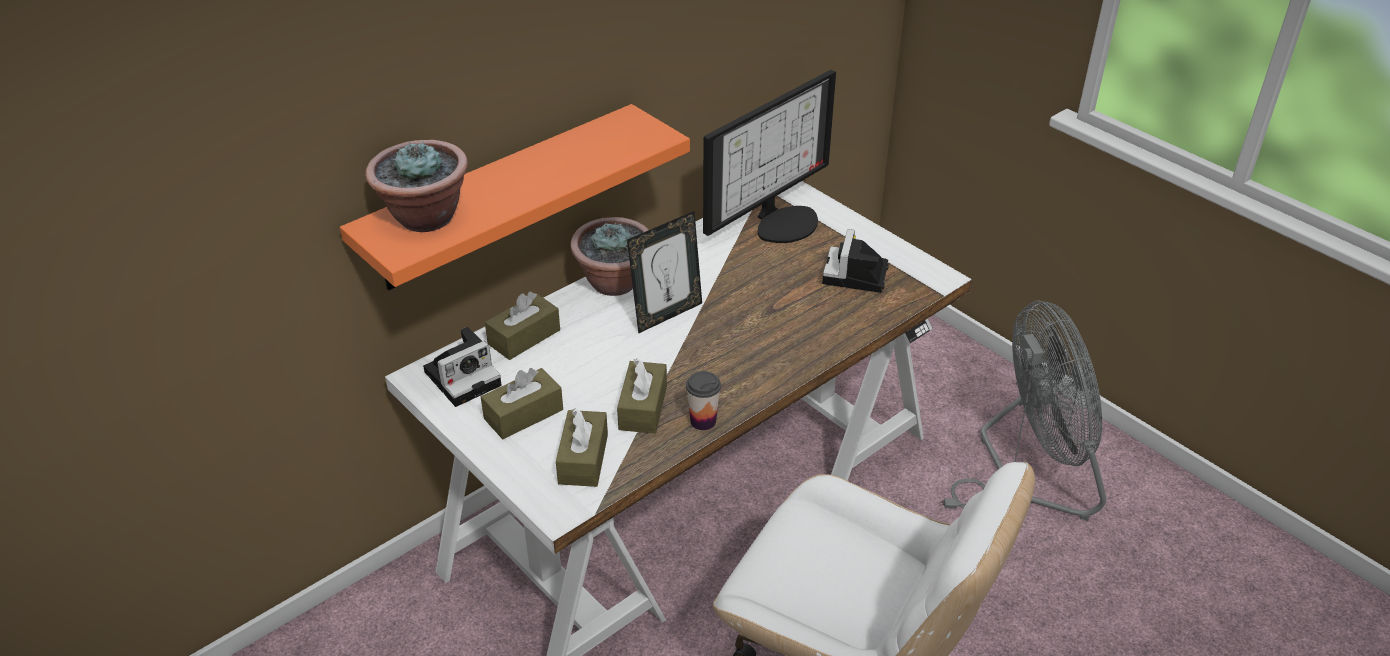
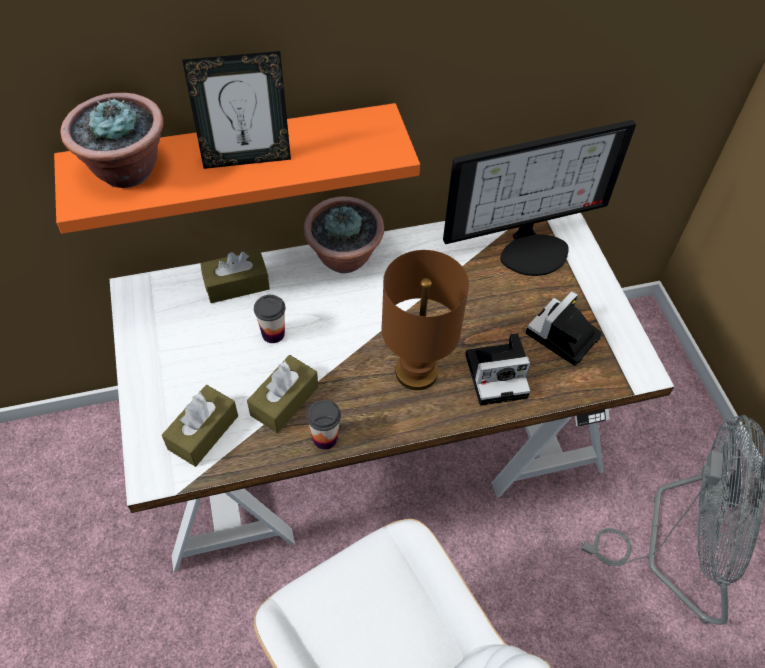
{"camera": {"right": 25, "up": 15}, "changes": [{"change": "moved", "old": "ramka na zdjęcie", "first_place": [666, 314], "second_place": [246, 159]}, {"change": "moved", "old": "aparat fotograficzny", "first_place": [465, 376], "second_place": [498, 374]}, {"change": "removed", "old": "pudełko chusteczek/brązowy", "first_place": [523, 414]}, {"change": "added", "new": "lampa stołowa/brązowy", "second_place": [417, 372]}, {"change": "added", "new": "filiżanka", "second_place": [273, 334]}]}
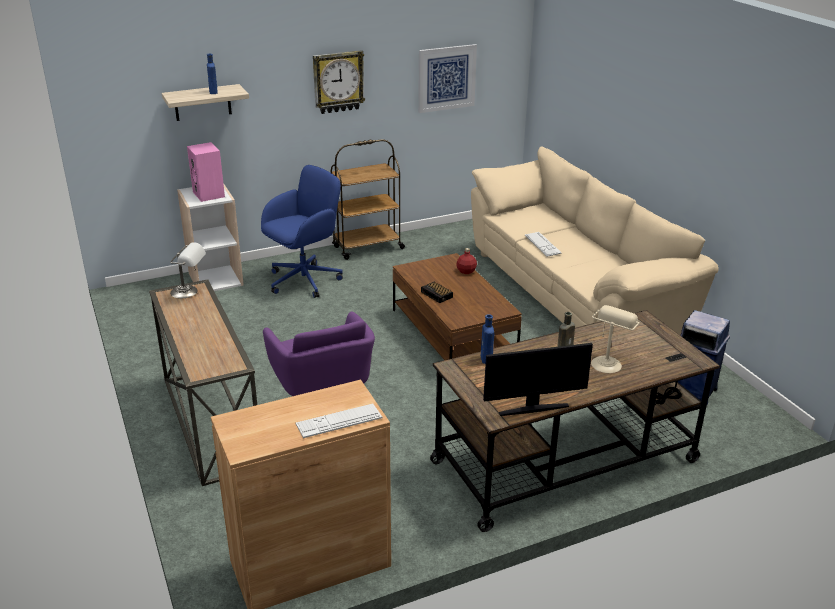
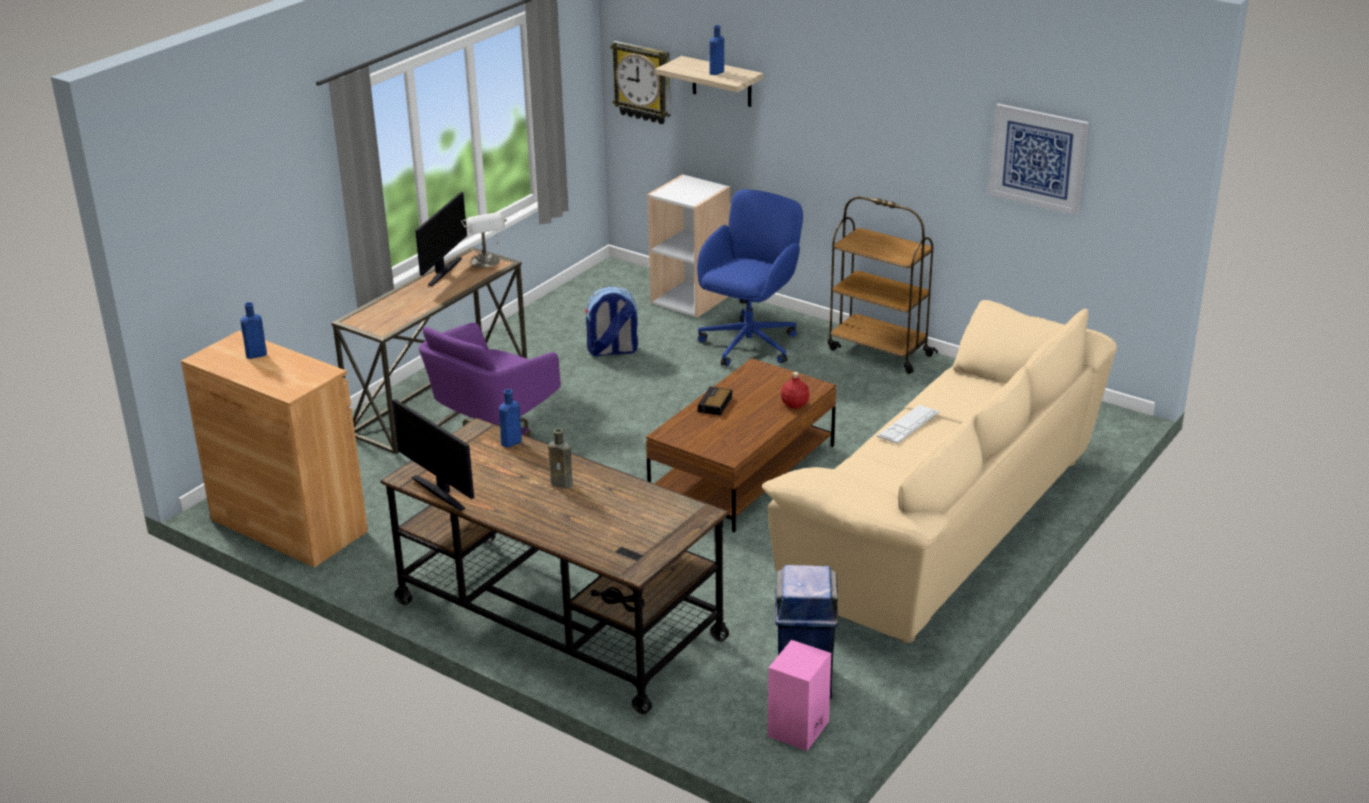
{"camera": {"right": 60, "up": 0}, "changes": [{"change": "moved", "old": "zegar ścienny", "first_place": [338, 82], "second_place": [643, 82]}, {"change": "moved", "old": "głośnik/różowy", "first_place": [209, 194], "second_place": [798, 730]}, {"change": "turned", "old": "krzesło biurowe/niebieski", "first_place": [304, 281], "second_place": [749, 345], "degrees": -75}, {"change": "removed", "old": "lampa stołowa/beżowy", "first_place": [608, 361]}, {"change": "removed", "old": "klawiatura", "first_place": [339, 421]}, {"change": "added", "new": "monitor", "second_place": [443, 271]}, {"change": "added", "new": "plecak", "second_place": [612, 351]}, {"change": "added", "new": "butelka/niebieski", "second_place": [255, 355]}]}
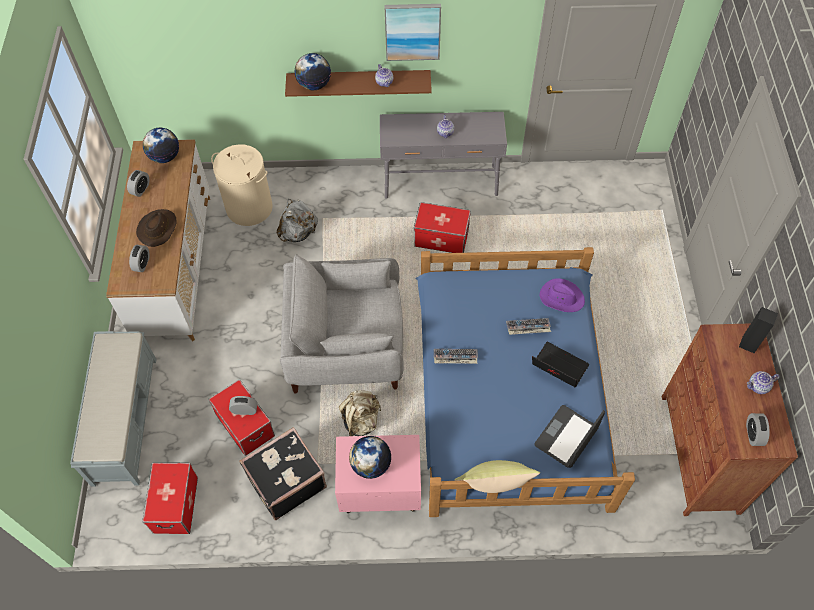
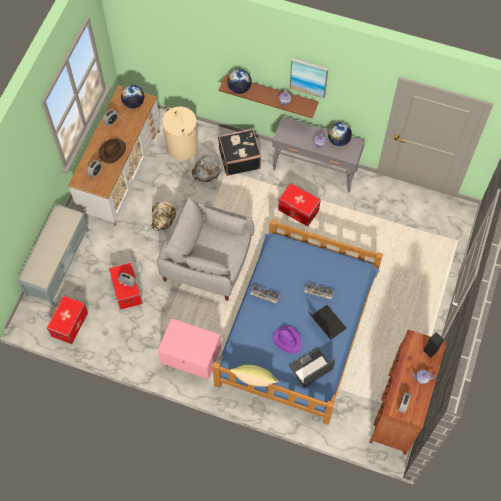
{"camera": {"right": 20, "up": 5}, "changes": [{"change": "moved", "old": "kapelusz/fioletowy", "first_place": [561, 297], "second_place": [287, 340]}, {"change": "moved", "old": "plecak/beżowy", "first_place": [361, 421], "second_place": [163, 221]}, {"change": "moved", "old": "walizka/czarny", "first_place": [285, 481], "second_place": [239, 158]}, {"change": "moved", "old": "globus", "first_place": [370, 464], "second_place": [338, 140]}]}
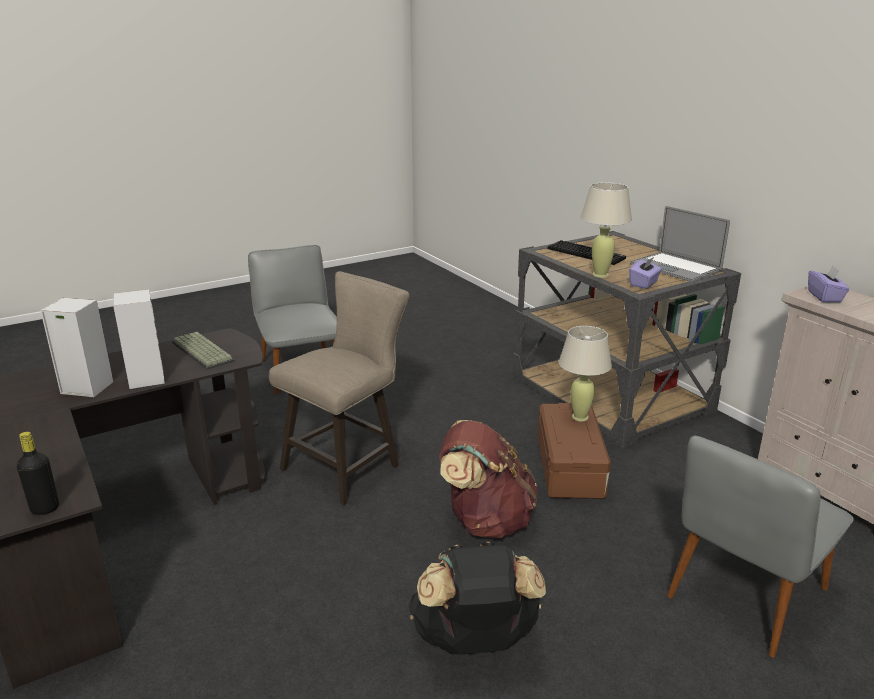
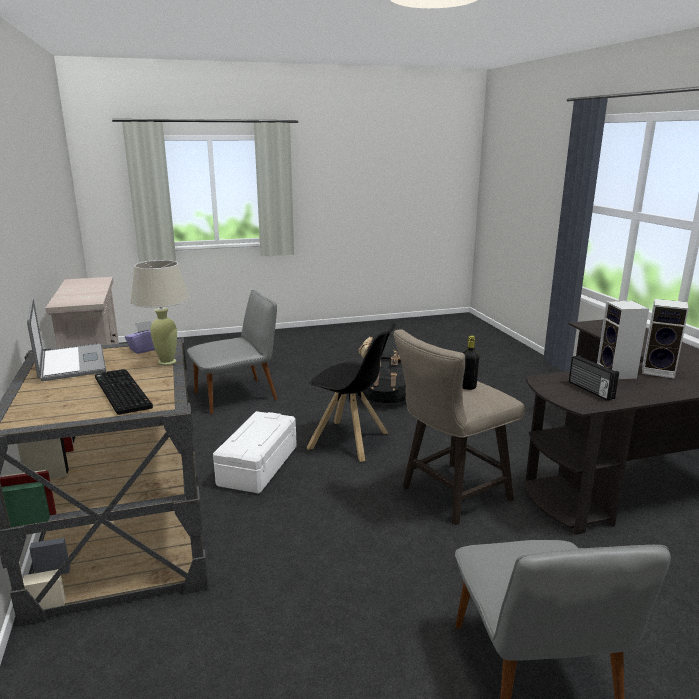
{"camera": {"right": -165, "up": -5}, "changes": [{"change": "removed", "old": "pudełko chusteczek/fioletowy", "first_place": [825, 297]}, {"change": "removed", "old": "lampa stołowa/beżowy", "first_place": [580, 417]}, {"change": "replaced", "old": "klawiatura", "new": "radio", "first_place": [200, 351], "second_place": [590, 390]}, {"change": "recoloured", "old": "pojemnik do przechowywania/brązowy", "new": "pojemnik do przechowywania/biały", "first_place": [570, 467], "second_place": [257, 465]}, {"change": "replaced", "old": "plecak/brązowy", "new": "krzesło/czarny", "first_place": [485, 520], "second_place": [350, 441]}, {"change": "moved", "old": "butelka/czarny", "first_place": [45, 508], "second_place": [468, 387]}]}
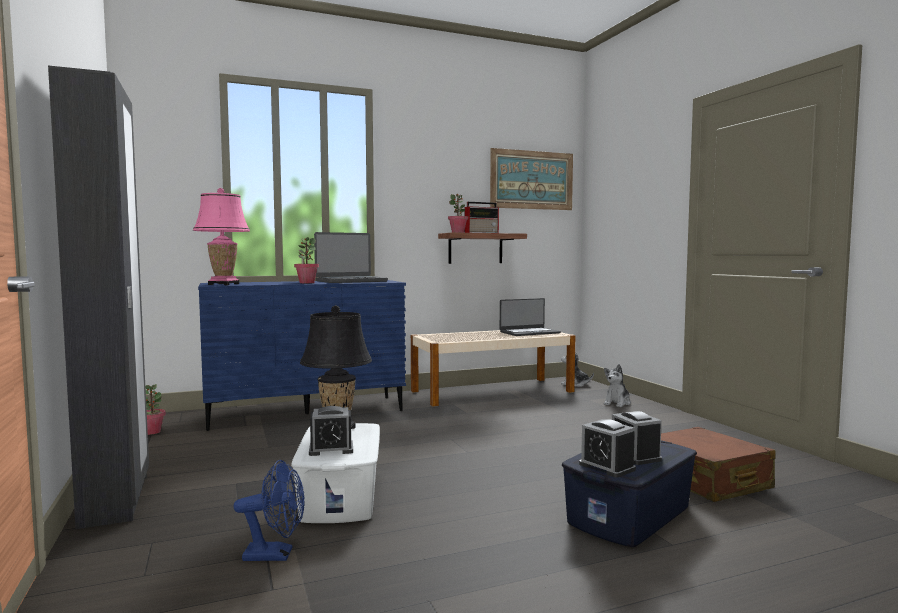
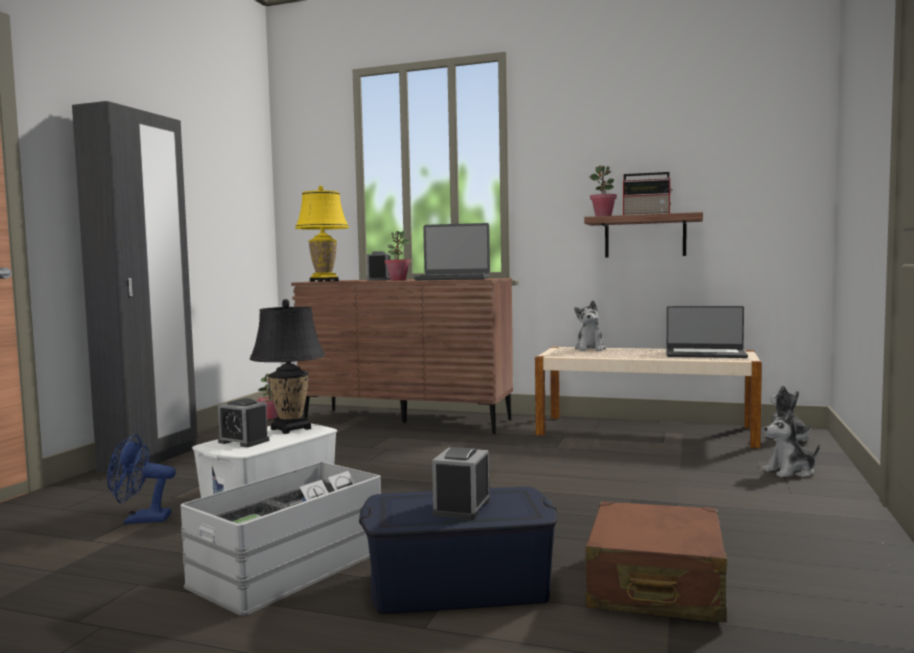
{"camera": {"right": 40, "up": 0}, "changes": [{"change": "removed", "old": "obraz", "first_place": [531, 180]}, {"change": "recoloured", "old": "lampa stołowa/różowy", "new": "lampa stołowa/żółty", "first_place": [224, 284], "second_place": [324, 281]}, {"change": "recoloured", "old": "komoda/niebieski", "new": "komoda/brązowy", "first_place": [306, 413], "second_place": [406, 422]}, {"change": "moved", "old": "budzik", "first_place": [607, 467], "second_place": [379, 280]}, {"change": "turned", "old": "wentylator/niebieski", "first_place": [276, 554], "second_place": [140, 520], "degrees": 135}, {"change": "added", "new": "pluszak", "second_place": [590, 349]}, {"change": "added", "new": "pojemnik do przechowywania/szary", "second_place": [288, 566]}]}
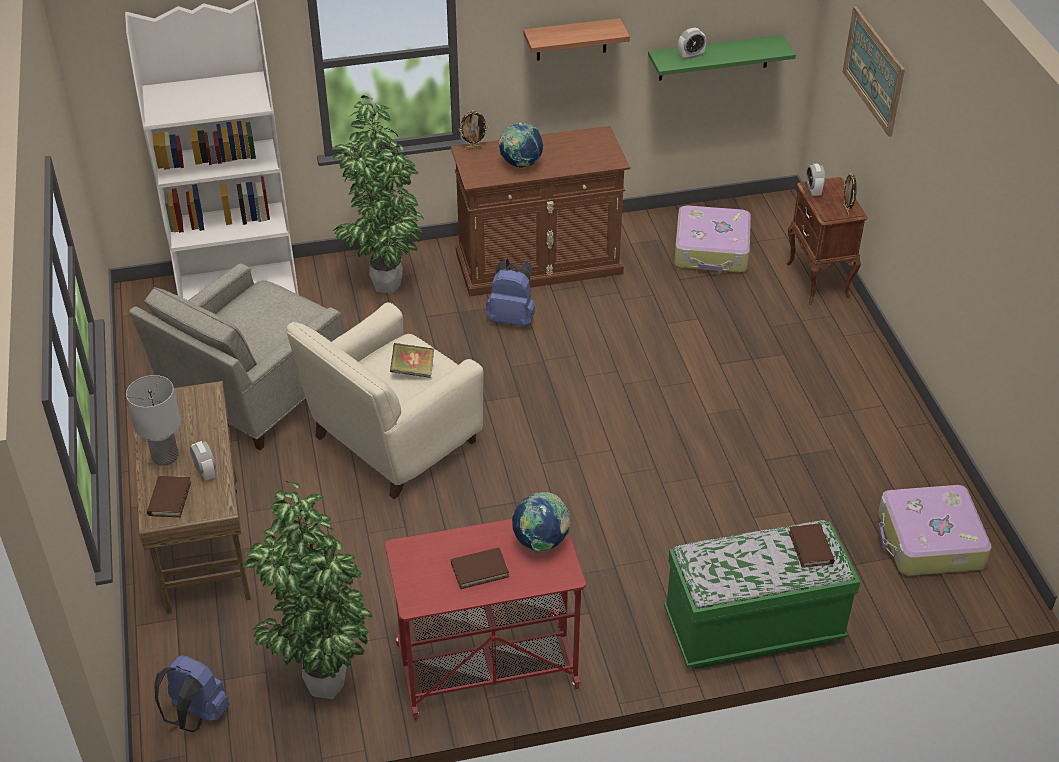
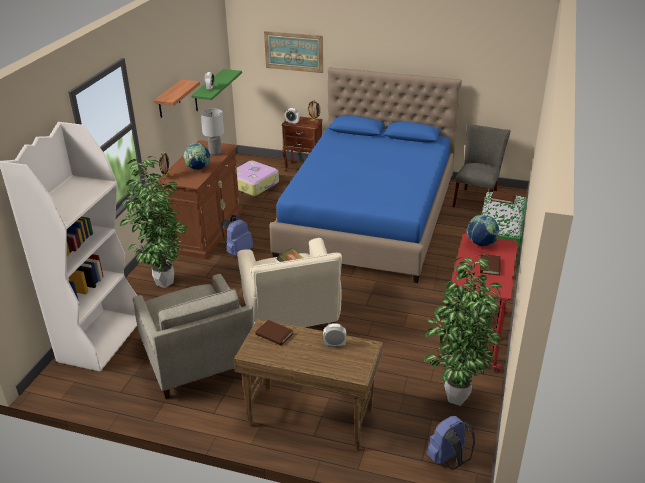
{"camera": {"right": -60, "up": -10}, "changes": [{"change": "moved", "old": "lampa stołowa/szary", "first_place": [165, 458], "second_place": [215, 153]}, {"change": "moved", "old": "książka/brązowy", "first_place": [169, 499], "second_place": [274, 334]}, {"change": "replaced", "old": "walizka", "new": "krzesło/szary", "first_place": [929, 541], "second_place": [476, 199]}, {"change": "added", "new": "łóżko/niebieski", "second_place": [369, 217]}]}
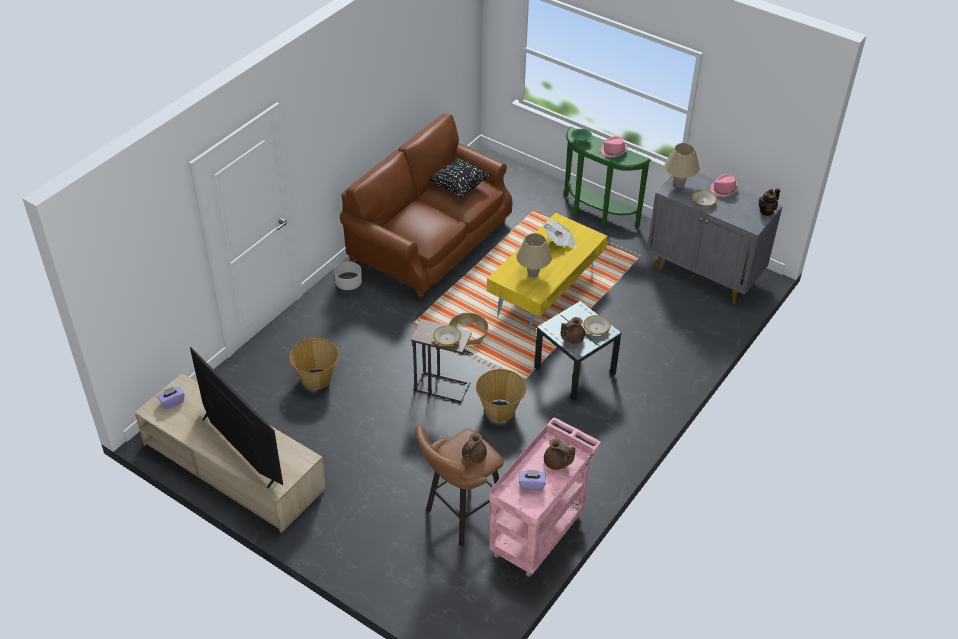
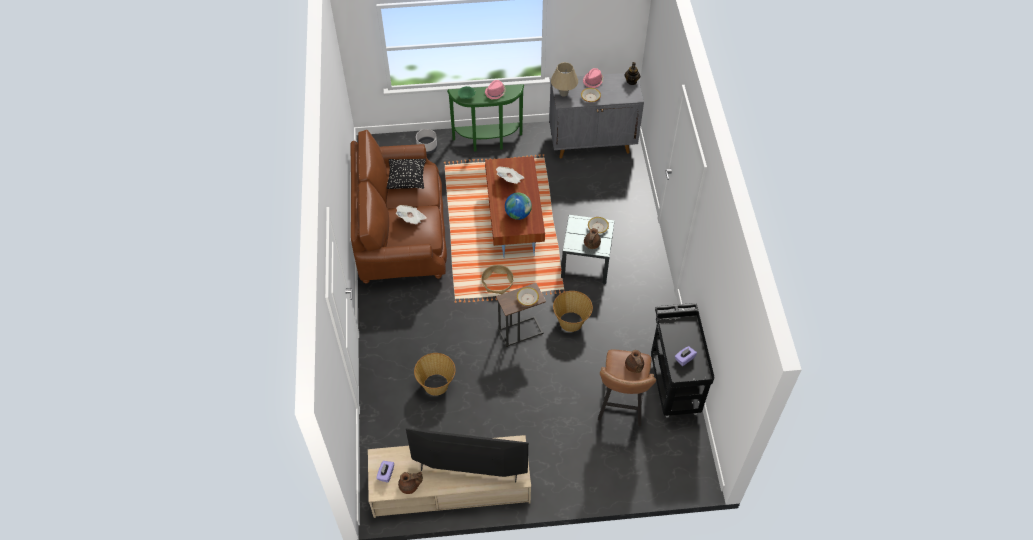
{"camera": {"right": -40, "up": 10}, "changes": [{"change": "recoloured", "old": "ława/żółty", "new": "ława/brązowy", "first_place": [545, 292], "second_place": [513, 220]}, {"change": "replaced", "old": "lampa stołowa/beżowy", "new": "globus", "first_place": [533, 274], "second_place": [518, 214]}, {"change": "moved", "old": "donica/szary", "first_place": [349, 286], "second_place": [427, 147]}, {"change": "recoloured", "old": "wózek/różowy", "new": "wózek/czarny", "first_place": [540, 533], "second_place": [673, 383]}, {"change": "moved", "old": "imbryk/brązowy", "first_place": [557, 463], "second_place": [410, 486]}, {"change": "added", "new": "gazeta", "second_place": [411, 219]}]}
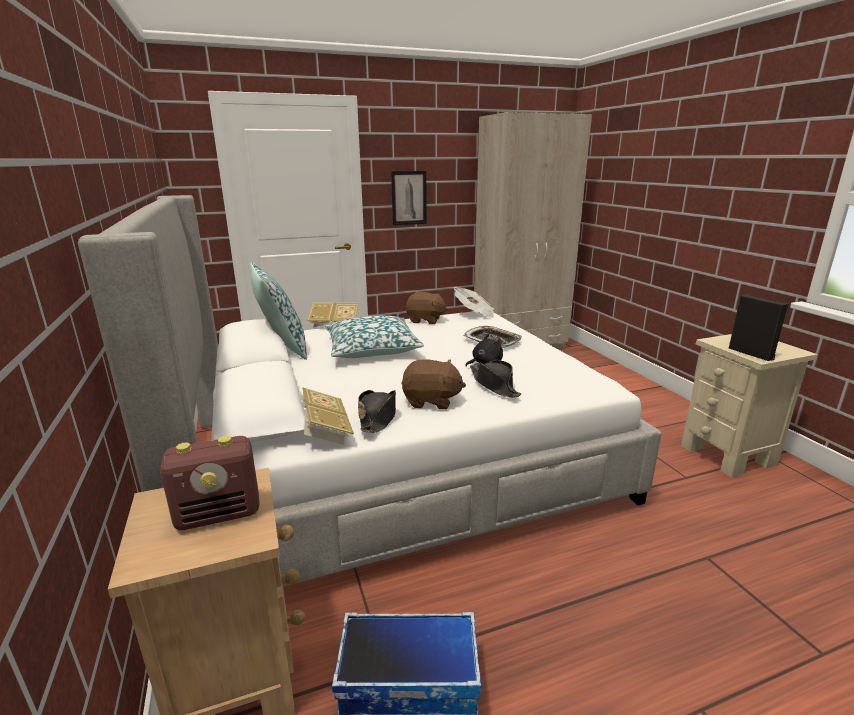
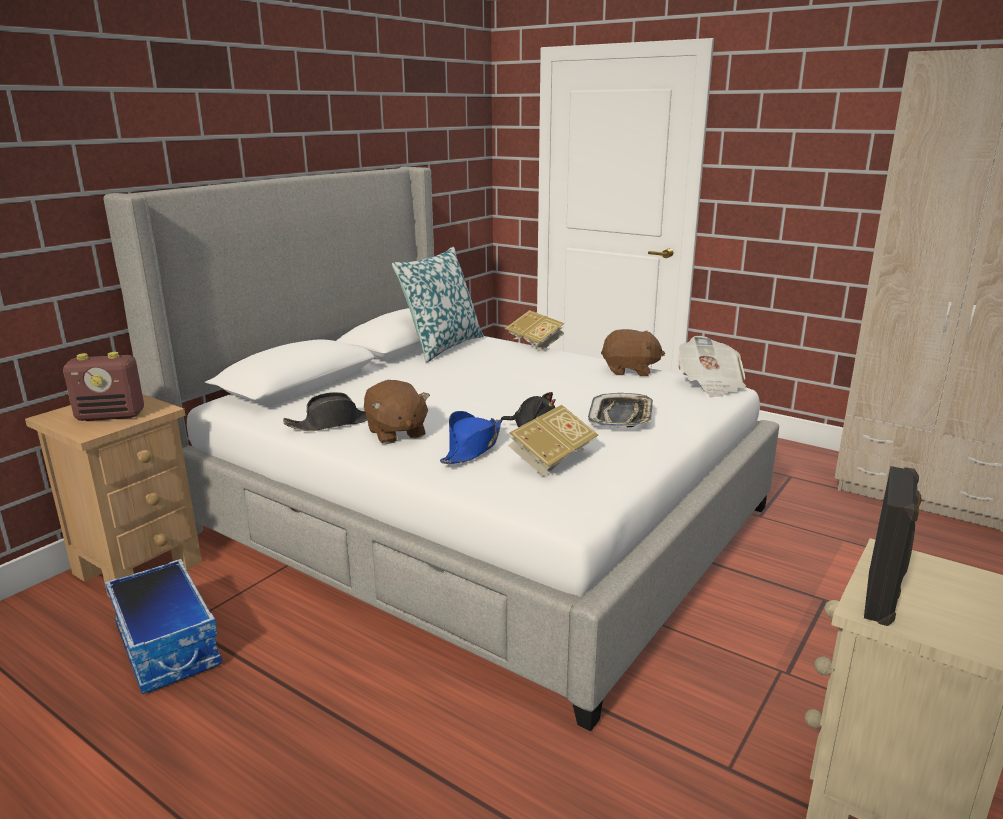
{"camera": {"right": 55, "up": 0}, "changes": [{"change": "removed", "old": "obraz", "first_place": [409, 198]}, {"change": "turned", "old": "pluszak/brązowy", "first_place": [425, 320], "second_place": [630, 370], "degrees": -60}, {"change": "removed", "old": "poduszka", "first_place": [372, 348]}, {"change": "recoloured", "old": "kapelusz/czarny", "new": "kapelusz/niebieski", "first_place": [494, 385], "second_place": [472, 448]}, {"change": "moved", "old": "książka", "first_place": [325, 431], "second_place": [551, 458]}, {"change": "turned", "old": "radio", "first_place": [219, 514], "second_place": [111, 416], "degrees": -45}]}
